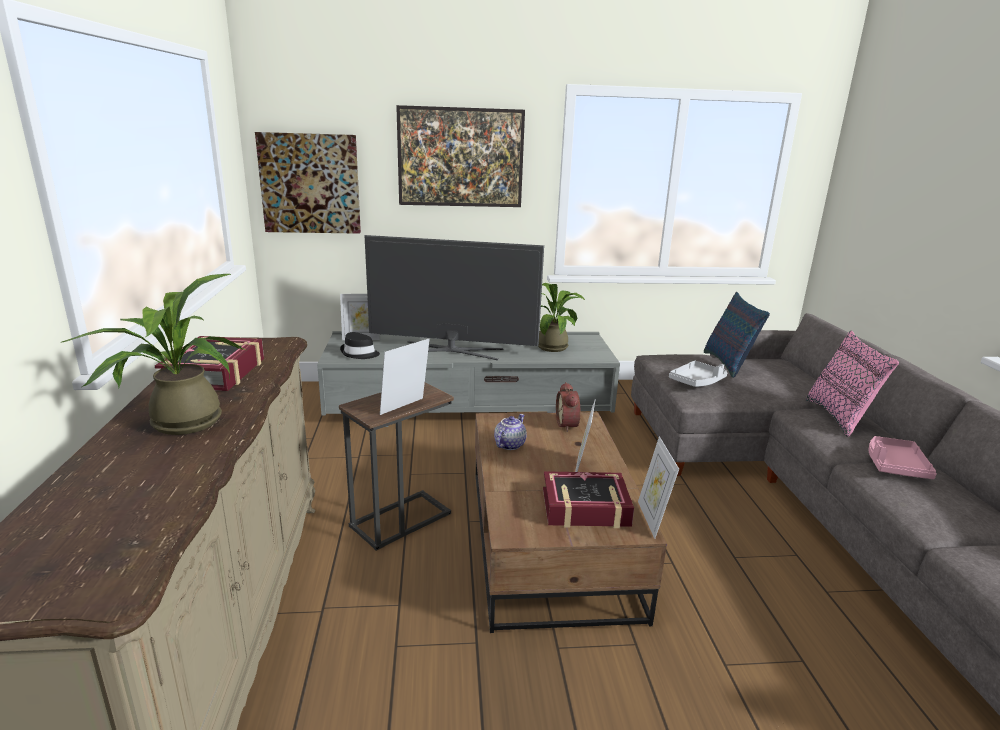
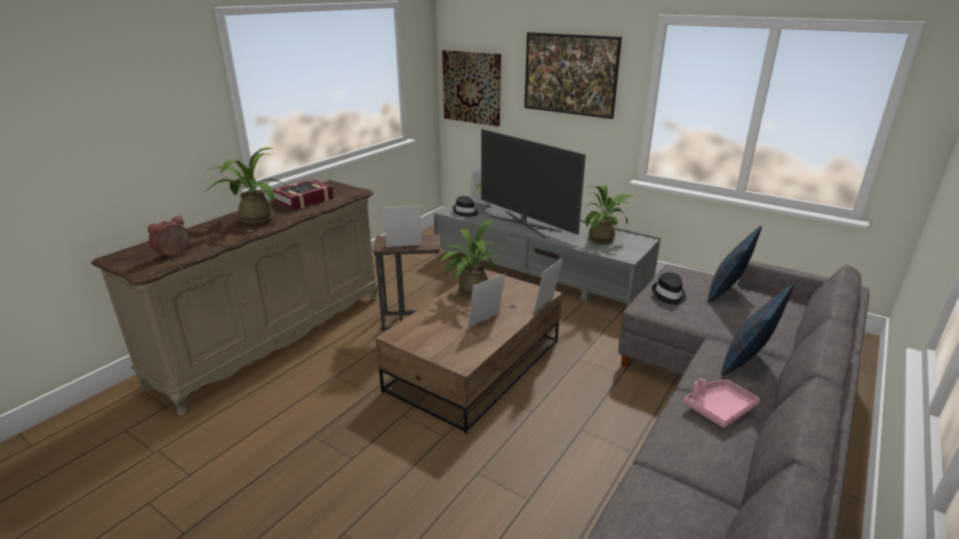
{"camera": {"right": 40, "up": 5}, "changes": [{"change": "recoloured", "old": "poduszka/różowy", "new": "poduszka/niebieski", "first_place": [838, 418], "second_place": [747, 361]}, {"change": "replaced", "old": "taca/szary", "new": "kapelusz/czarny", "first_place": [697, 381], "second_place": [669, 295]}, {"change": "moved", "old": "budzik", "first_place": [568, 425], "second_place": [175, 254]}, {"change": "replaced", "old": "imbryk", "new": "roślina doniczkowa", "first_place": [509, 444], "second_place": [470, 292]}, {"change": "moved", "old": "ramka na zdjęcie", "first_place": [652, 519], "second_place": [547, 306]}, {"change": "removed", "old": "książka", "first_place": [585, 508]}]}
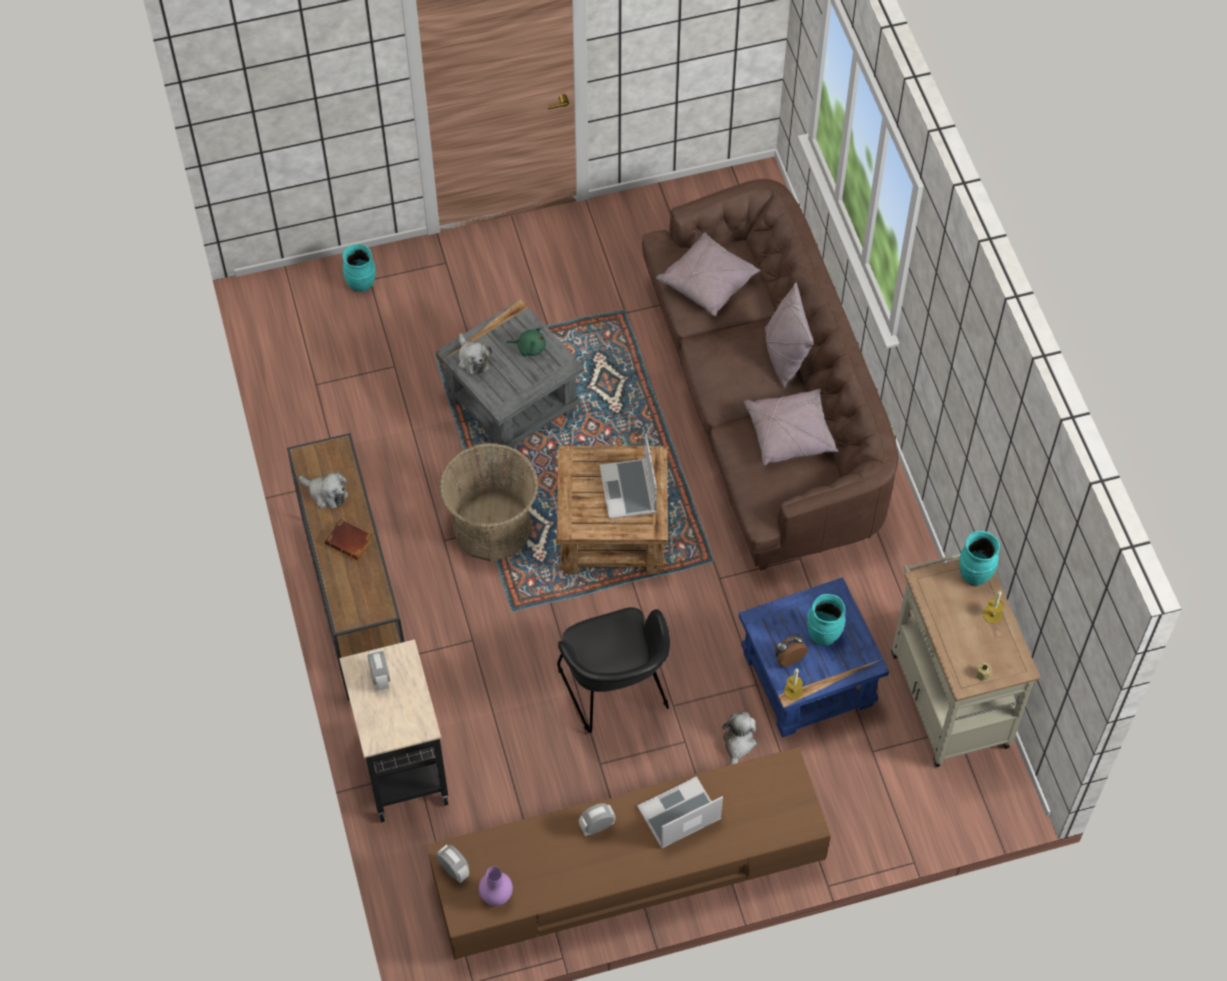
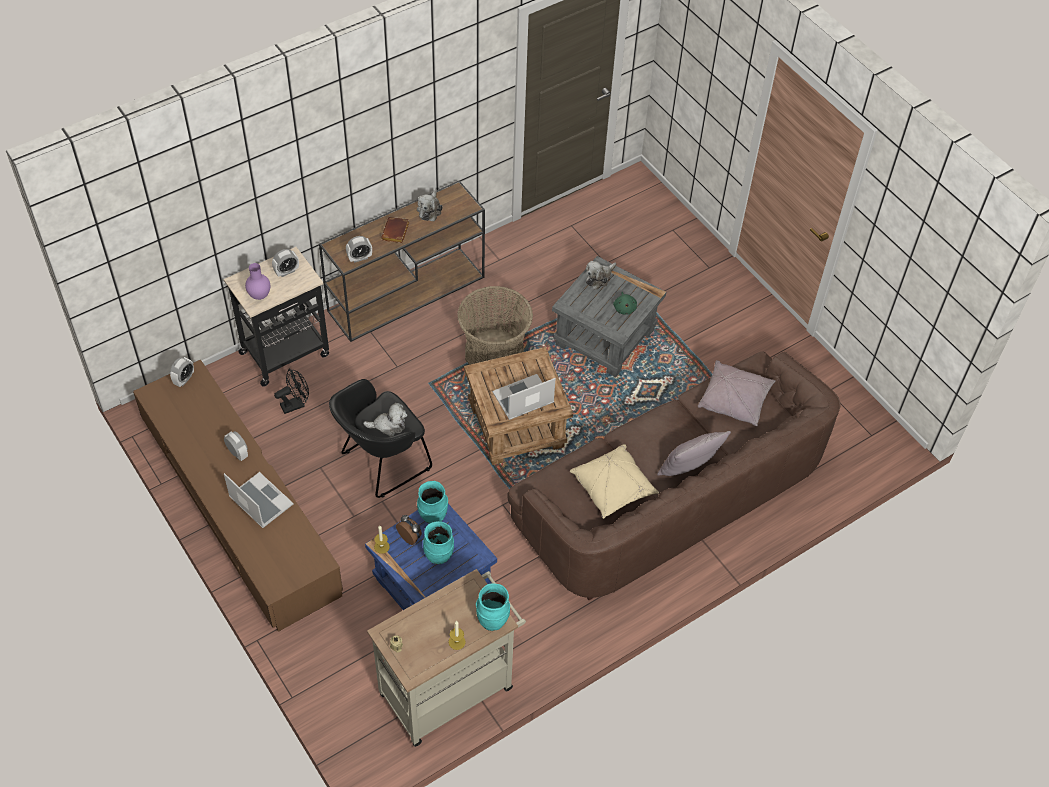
{"camera": {"right": 70, "up": -5}, "changes": [{"change": "moved", "old": "wazon/turkusowy", "first_place": [361, 284], "second_place": [433, 516]}, {"change": "recoloured", "old": "poduszka/fioletowy", "new": "poduszka/beżowy", "first_place": [790, 434], "second_place": [613, 488]}, {"change": "moved", "old": "pluszak", "first_place": [738, 743], "second_place": [388, 425]}, {"change": "moved", "old": "wazon/fioletowy", "first_place": [496, 897], "second_place": [259, 296]}, {"change": "added", "new": "budzik", "second_place": [359, 258]}, {"change": "added", "new": "wentylator/czarny", "second_place": [296, 404]}]}
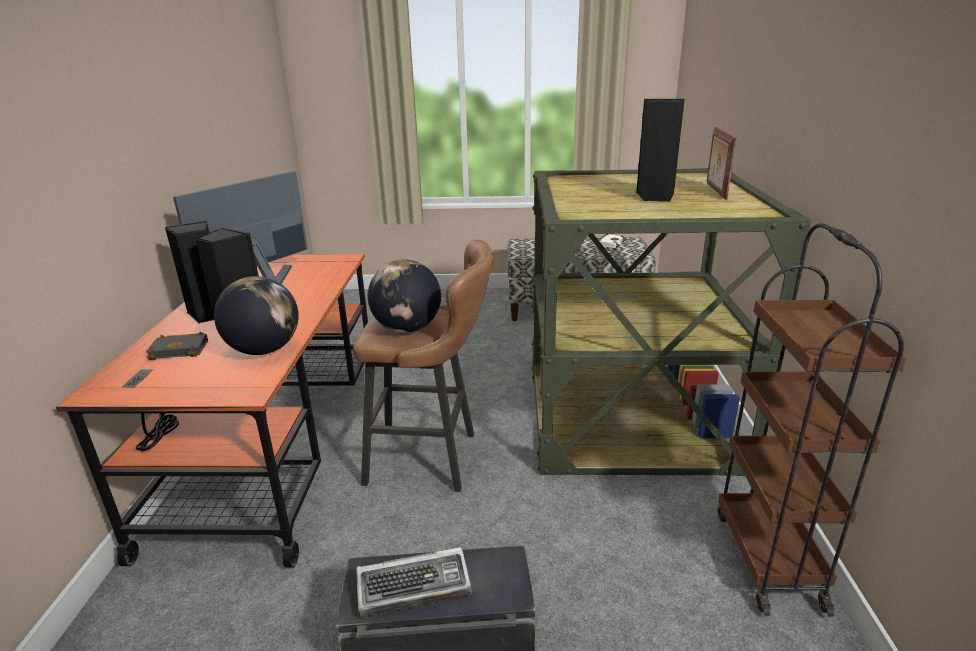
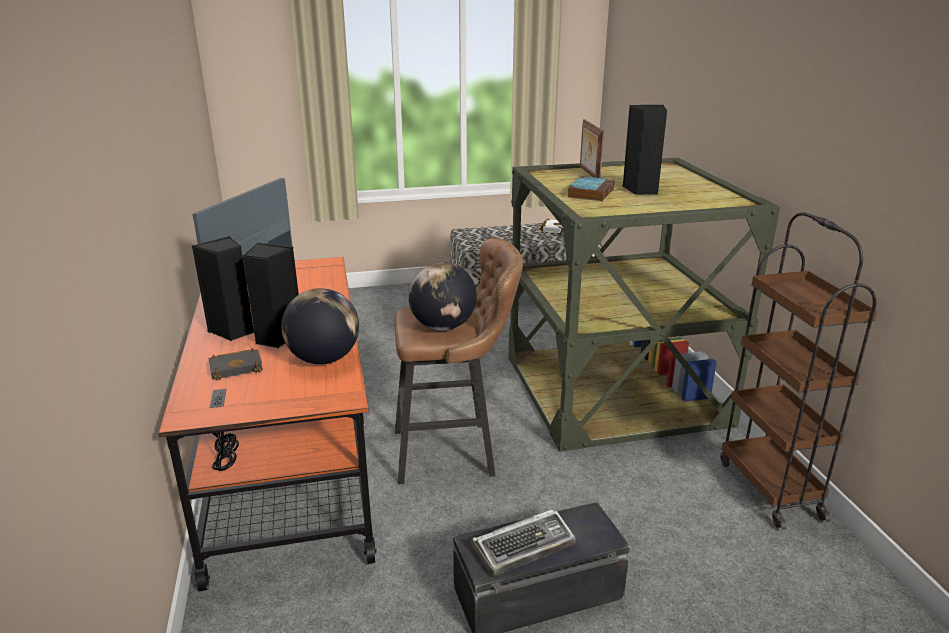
{"camera": {"right": -15, "up": 0}, "changes": [{"change": "moved", "old": "ramka na zdjęcie", "first_place": [715, 191], "second_place": [588, 174]}, {"change": "added", "new": "książka", "second_place": [590, 192]}]}
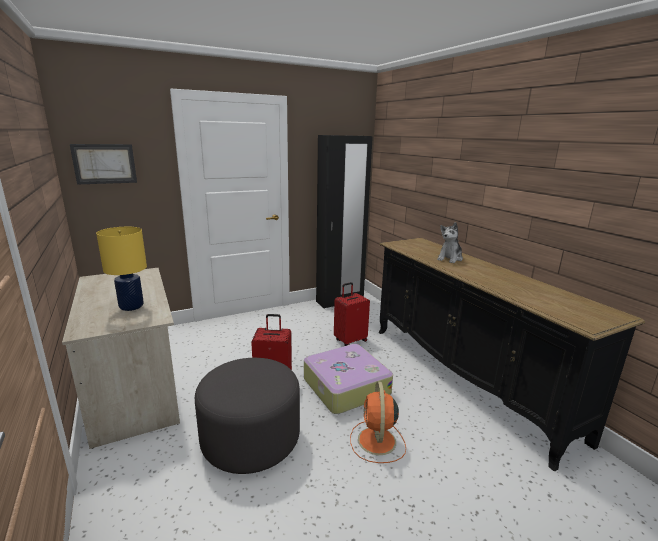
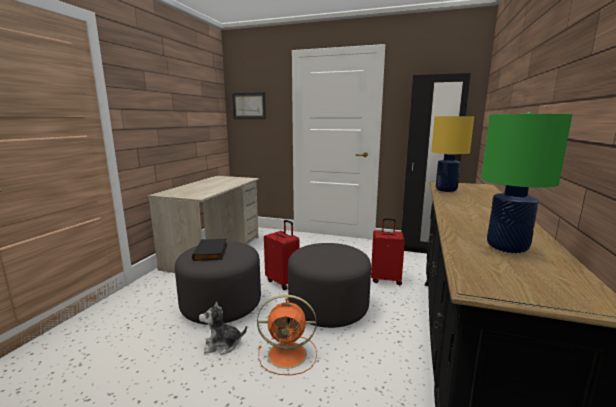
{"camera": {"right": 45, "up": -5}, "changes": [{"change": "moved", "old": "pluszak", "first_place": [450, 258], "second_place": [222, 345]}, {"change": "moved", "old": "lampa stołowa/żółty", "first_place": [132, 308], "second_place": [446, 191]}, {"change": "replaced", "old": "walizka", "new": "pufa/szary", "first_place": [345, 386], "second_place": [328, 307]}, {"change": "turned", "old": "wentylator/pomarańczowy", "first_place": [377, 442], "second_place": [289, 354], "degrees": -135}, {"change": "added", "new": "lampa stołowa/zielony", "second_place": [507, 249]}, {"change": "added", "new": "książka/czarny", "second_place": [212, 252]}]}
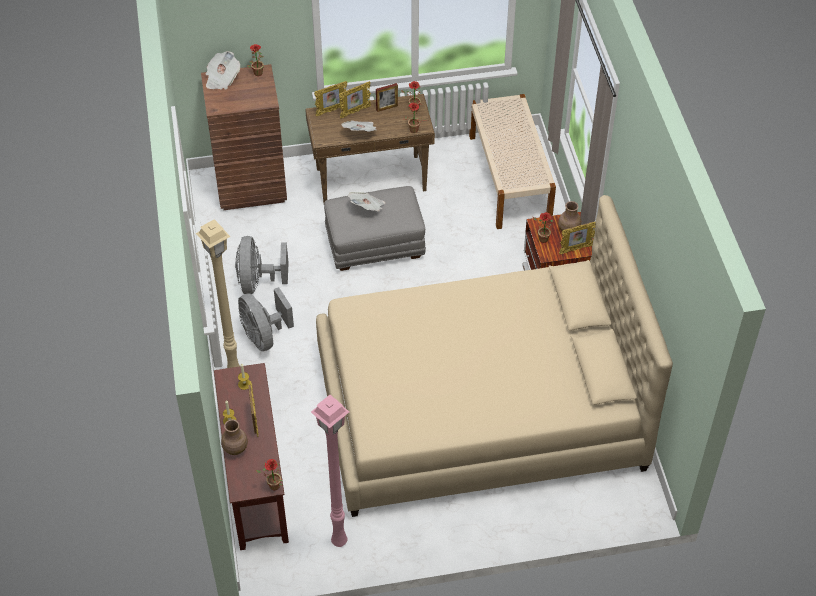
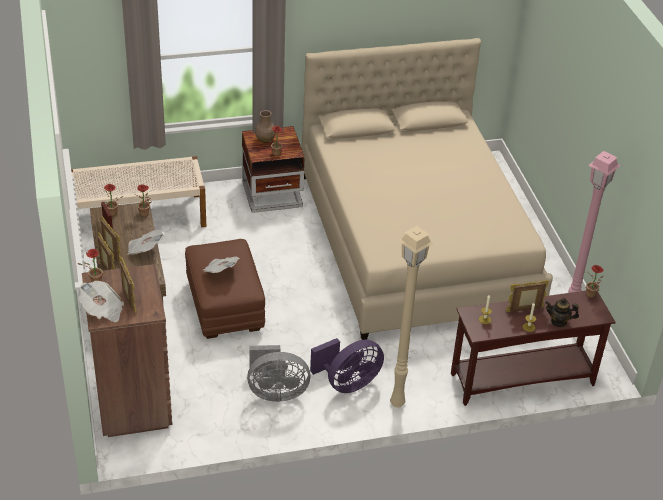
{"camera": {"right": -95, "up": -10}, "changes": [{"change": "recoloured", "old": "pufa/szary", "new": "pufa/brązowy", "first_place": [375, 245], "second_place": [225, 306]}, {"change": "moved", "old": "ramka na zdjęcie", "first_place": [576, 249], "second_place": [129, 300]}, {"change": "recoloured", "old": "wentylator/szary", "new": "wentylator/fioletowy", "first_place": [264, 336], "second_place": [348, 383]}, {"change": "replaced", "old": "wazon/brązowy", "new": "imbryk", "first_place": [235, 449], "second_place": [559, 321]}]}
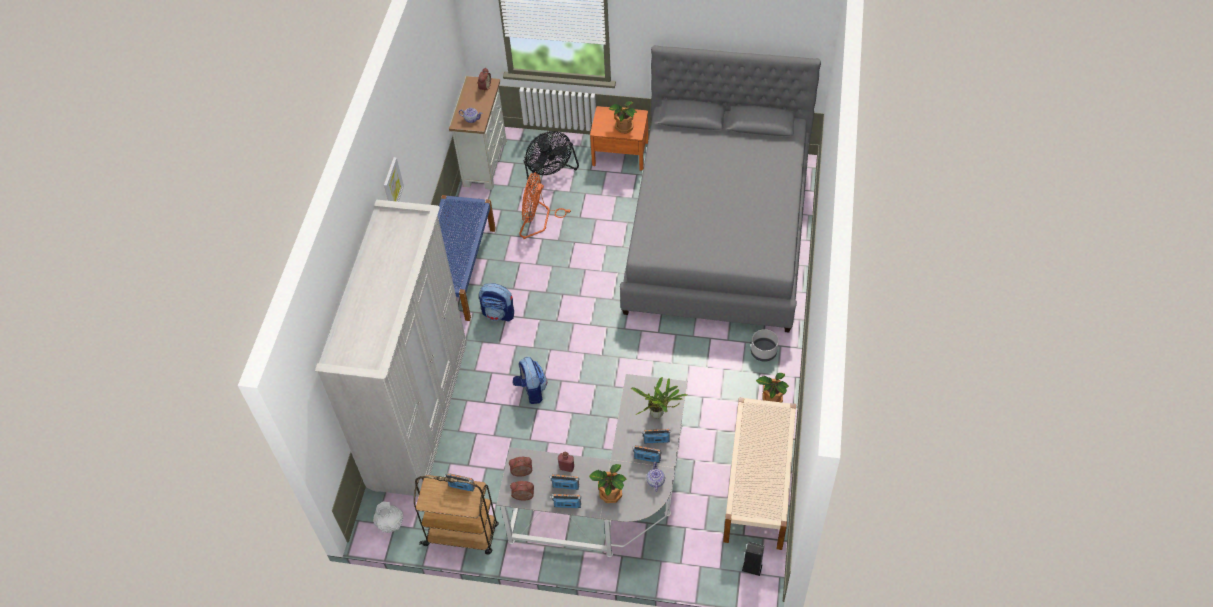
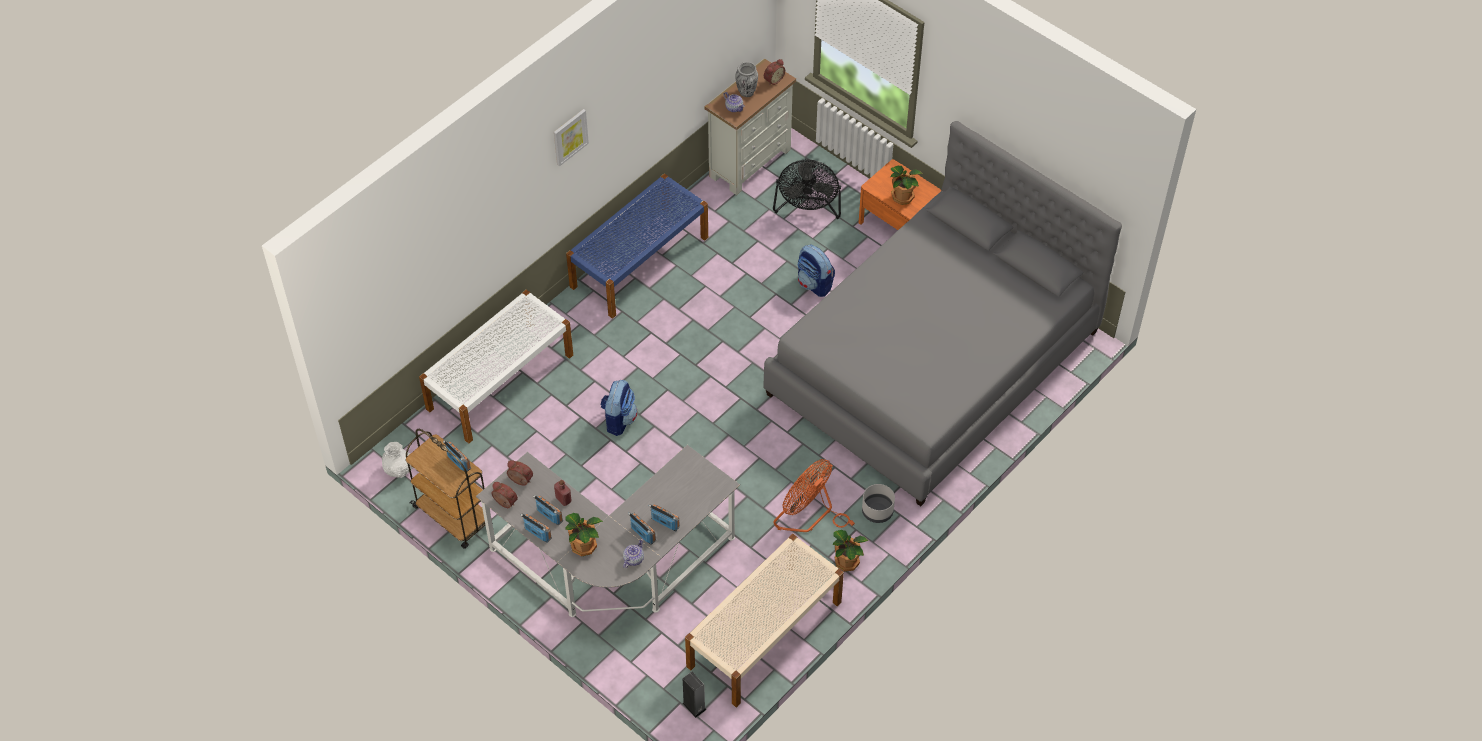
{"camera": {"right": 30, "up": 0}, "changes": [{"change": "moved", "old": "wentylator/pomarańczowy", "first_place": [539, 218], "second_place": [813, 513]}, {"change": "replaced", "old": "szafa/biały", "new": "ławka/biały", "first_place": [419, 412], "second_place": [499, 381]}, {"change": "moved", "old": "plecak", "first_place": [499, 313], "second_place": [814, 284]}, {"change": "removed", "old": "roślina doniczkowa", "first_place": [658, 414]}, {"change": "added", "new": "wazon", "second_place": [746, 92]}]}
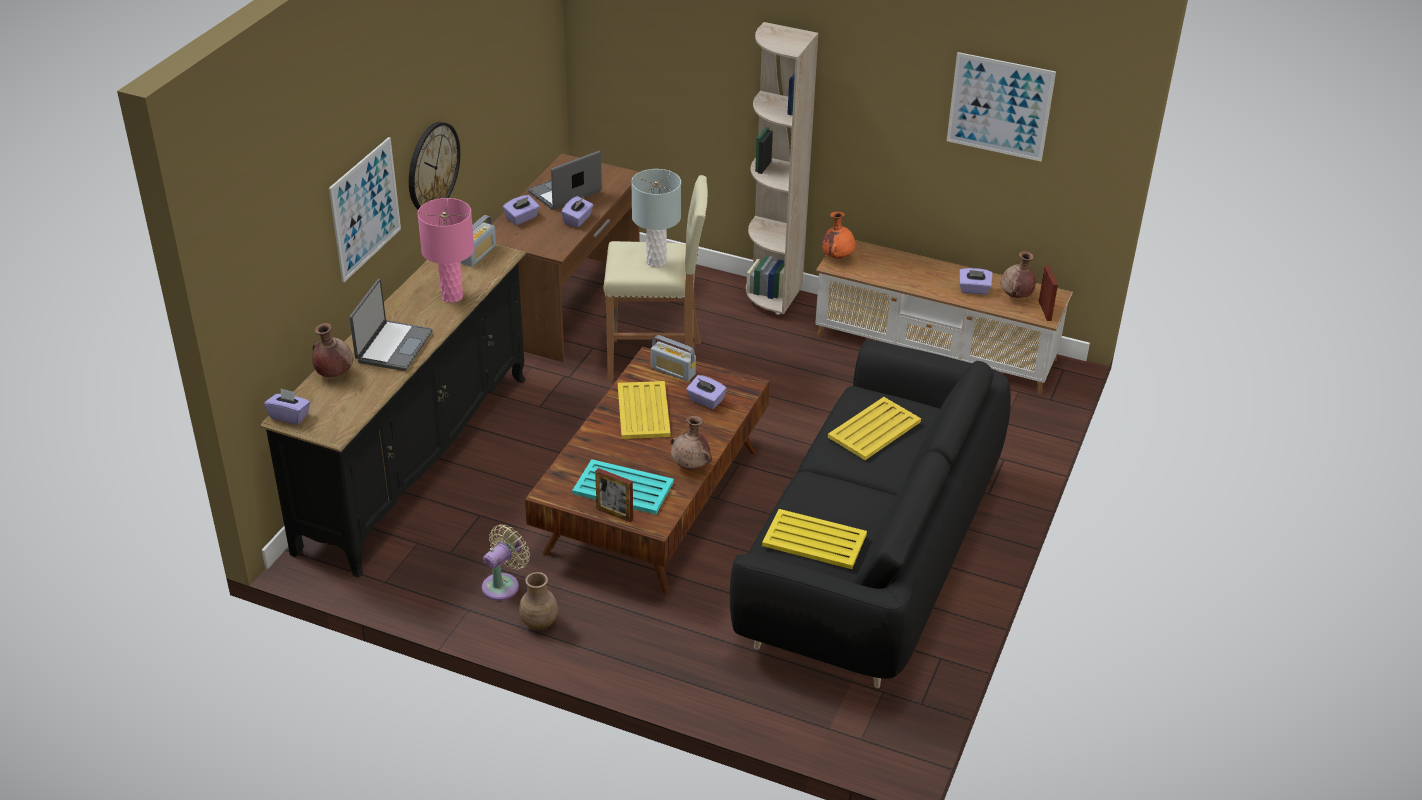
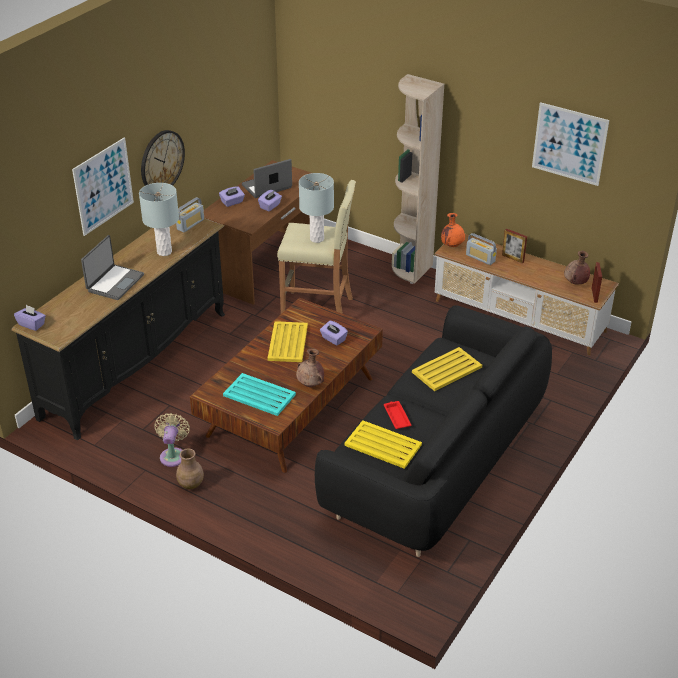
{"camera": {"right": 10, "up": 0}, "changes": [{"change": "recoloured", "old": "lampa stołowa/różowy", "new": "lampa stołowa/szary", "first_place": [452, 297], "second_place": [164, 252]}, {"change": "removed", "old": "pudełko chusteczek/fioletowy", "first_place": [974, 290]}, {"change": "removed", "old": "wazon/brązowy", "first_place": [334, 373]}, {"change": "moved", "old": "radio", "first_place": [673, 371], "second_place": [480, 258]}, {"change": "moved", "old": "ramka na zdjęcie", "first_place": [614, 514], "second_place": [513, 258]}, {"change": "turned", "old": "wentylator/beżowy", "first_place": [503, 585], "second_place": [173, 455], "degrees": -45}, {"change": "added", "new": "taca/czerwony", "second_place": [396, 416]}]}
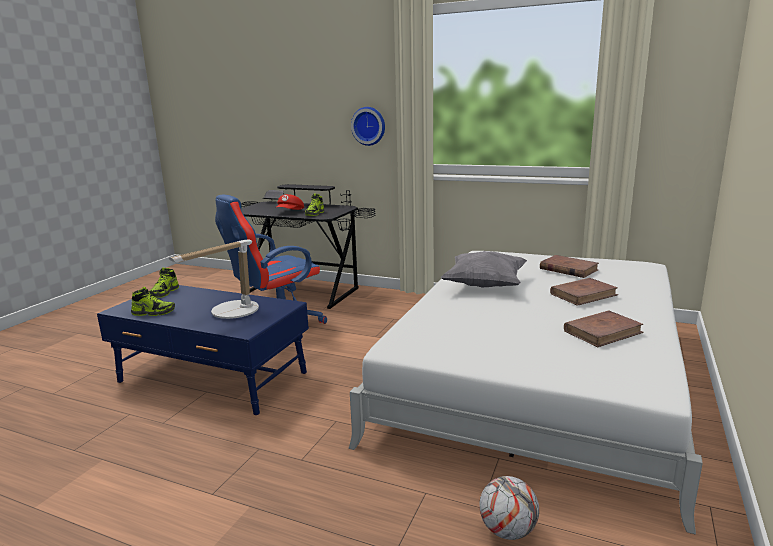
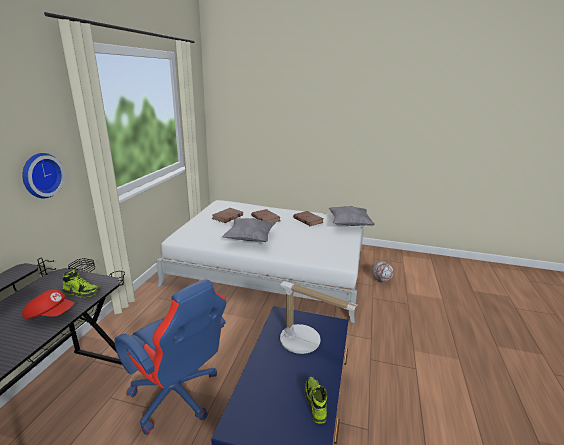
{"camera": {"right": -100, "up": 5}, "changes": [{"change": "removed", "old": "but", "first_place": [164, 292]}, {"change": "added", "new": "poduszka/szary", "second_place": [349, 224]}]}
